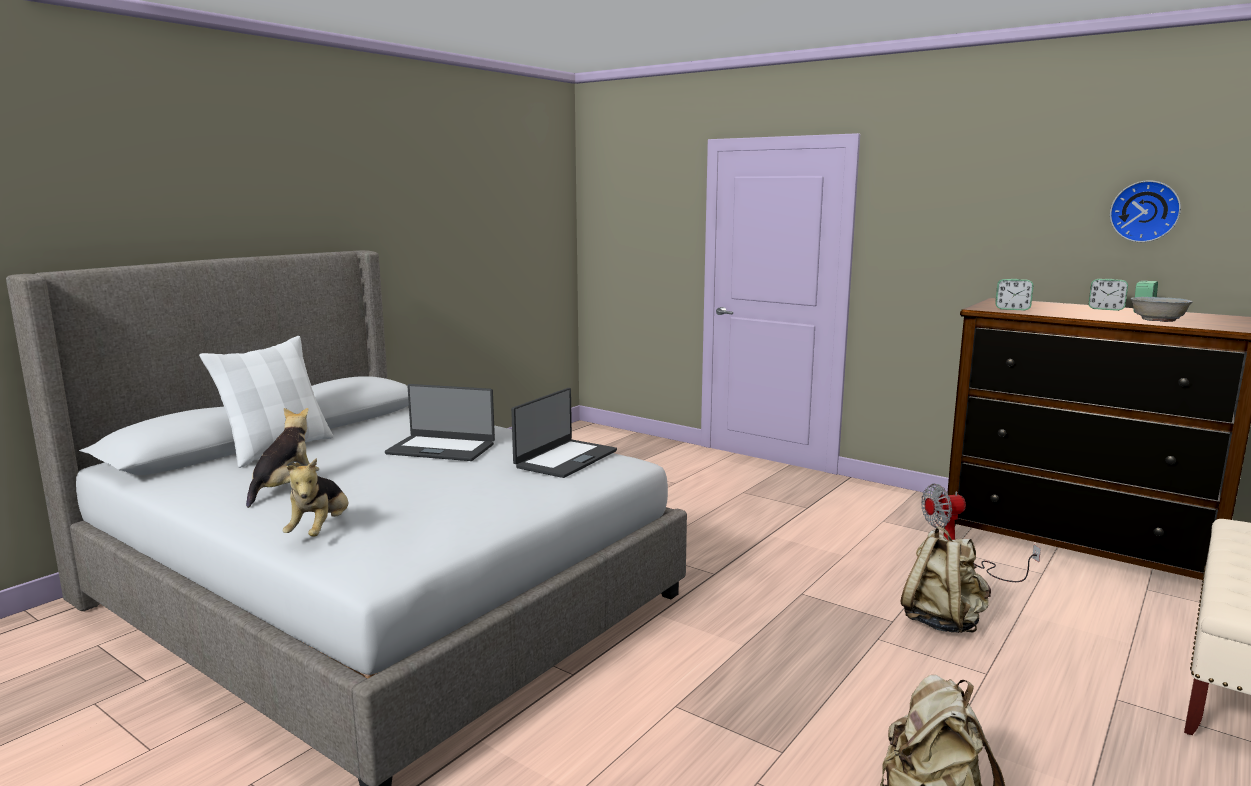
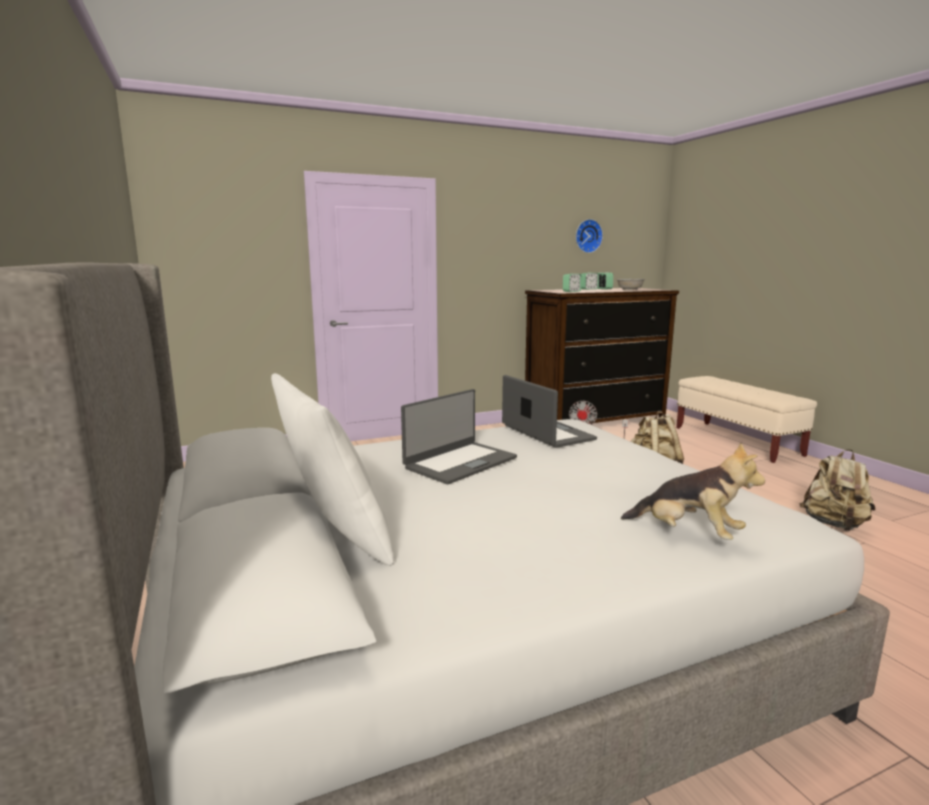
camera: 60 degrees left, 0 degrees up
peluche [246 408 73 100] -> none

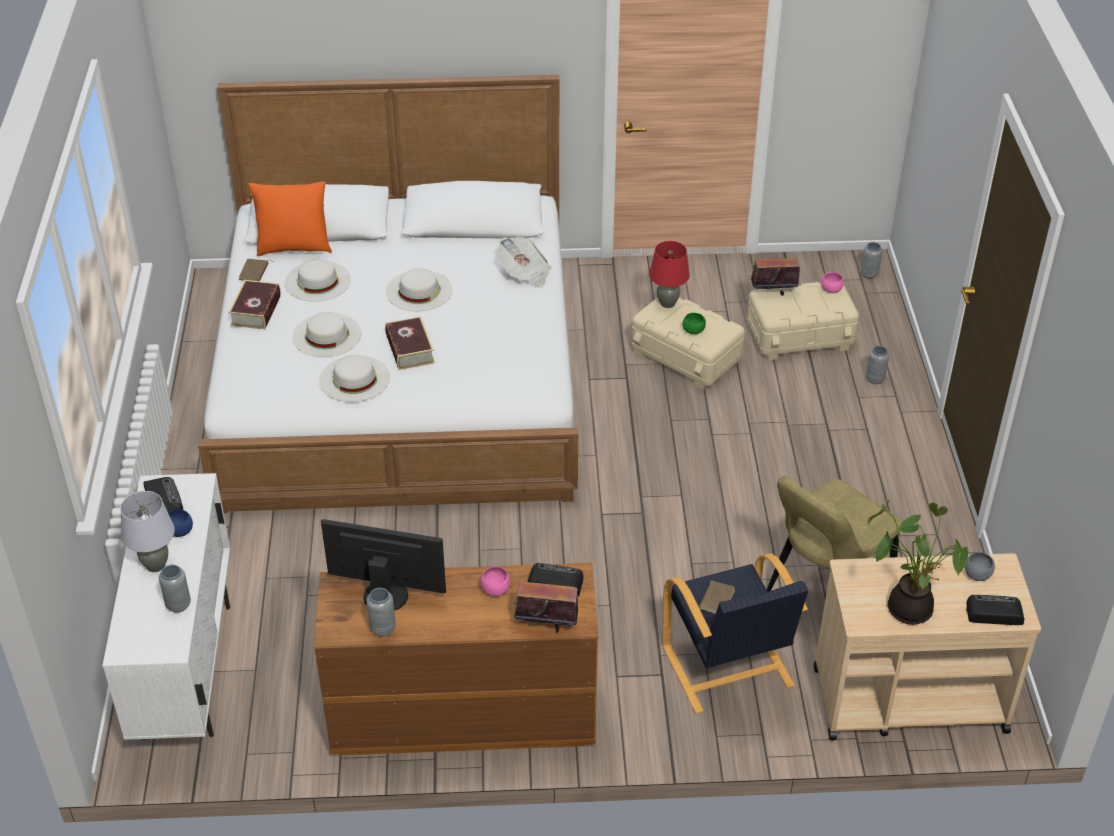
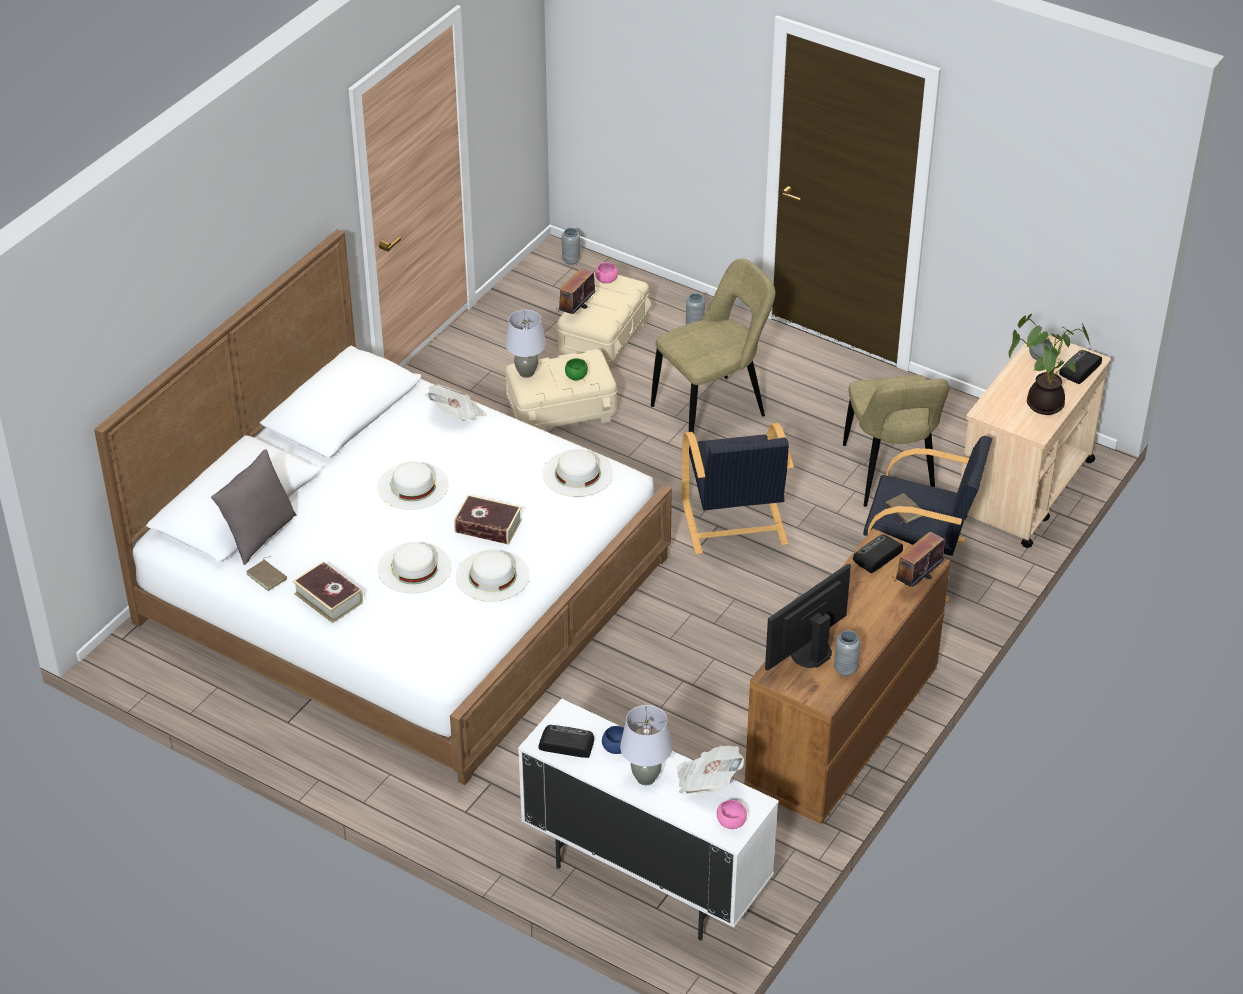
camera: 55 degrees left, 0 degrees up
none -> chaise/beige [651 258 125 175]
none -> fauteuil/noir [682 423 112 131]
chapeau/blanc [285 259 66 43] -> chapeau/blanc [542 449 71 48], moved
bol/rose [480 566 30 30] -> bol/rose [717 800 30 29], moved
vase/gris [159 565 32 48] -> journal [677 746 67 48]
coussin/orange [248 181 84 75] -> coussin/gris [211 449 85 116]
lampe de table/rouge [649 241 41 67] -> lampe de table/gris [505 310 41 68]

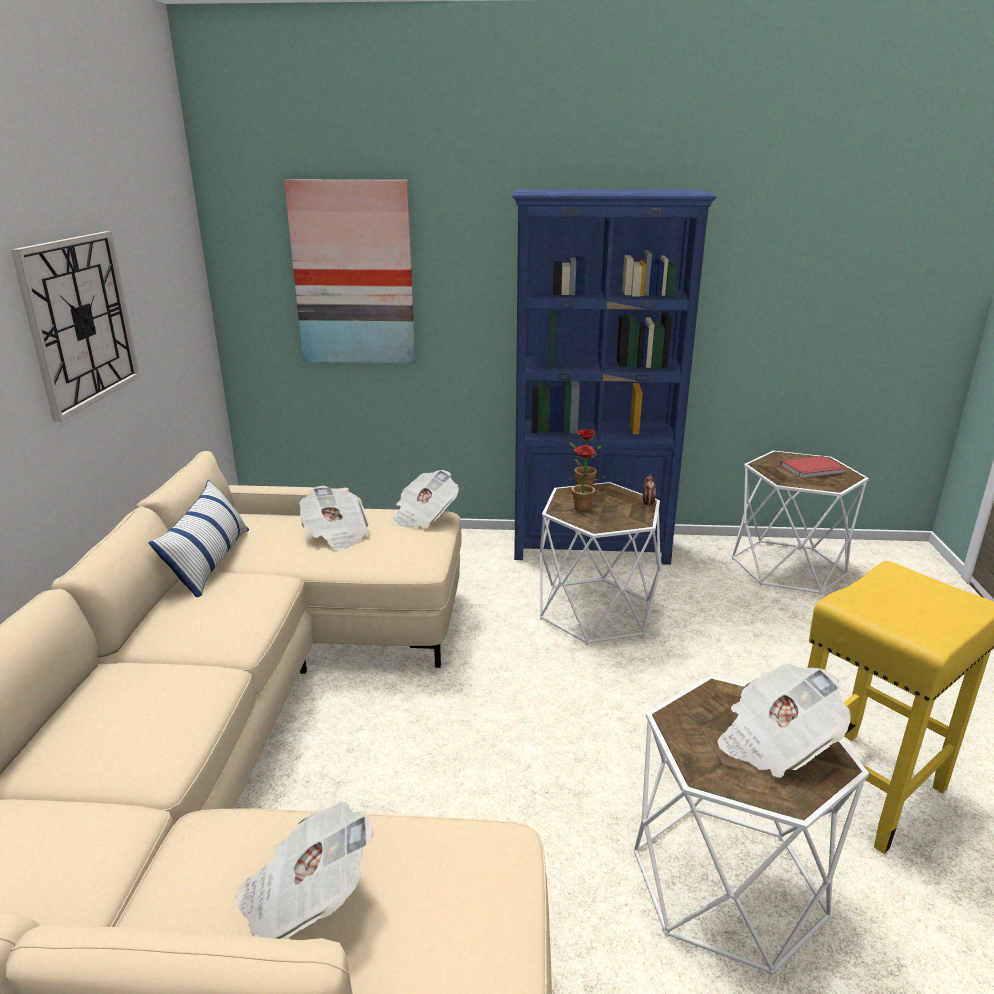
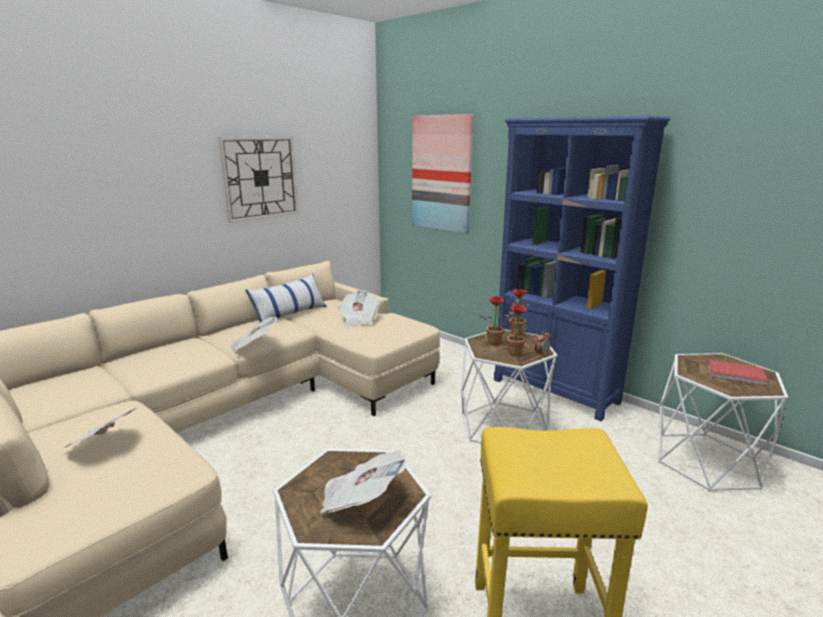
camera: 40 degrees right, 5 degrees down
none -> plante en pot [505 304 22 52]
journal [392 470 67 58] -> journal [230 317 47 35], moved

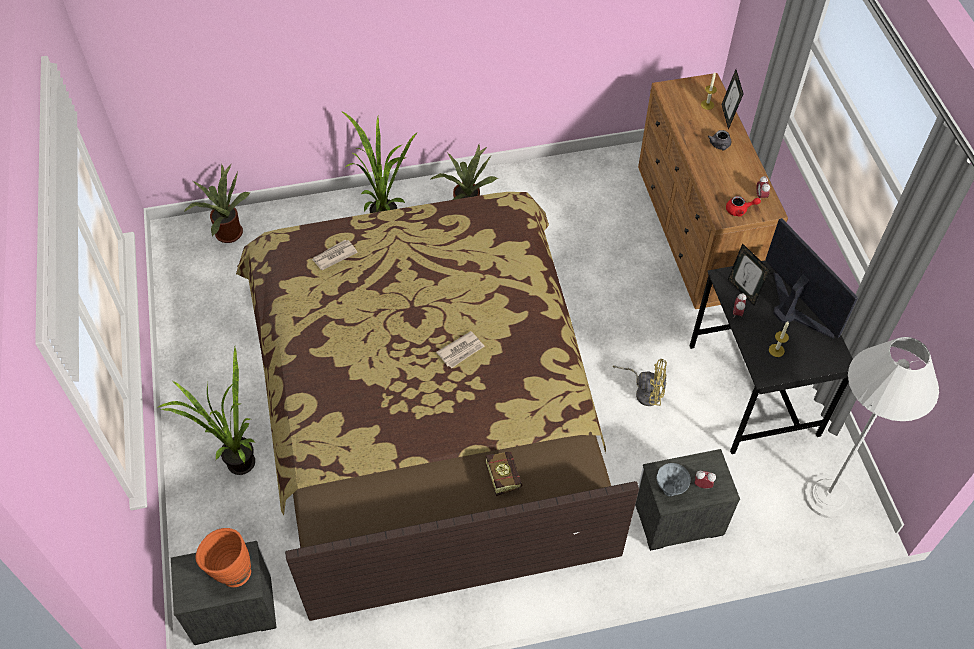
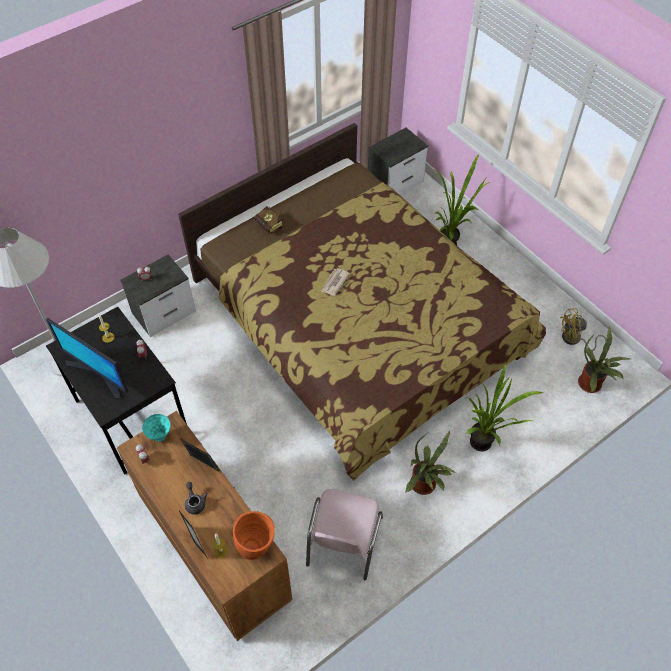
camera: 155 degrees right, 0 degrees up
journal [312 239 46 31] -> none
vase/gris [657 463 34 34] -> none
none -> chaise/rose [306 489 77 91]
vase/orange [196 528 55 59] -> vase/orange [233 511 42 49], moved
ventilateur/jaune [613 359 54 47] -> ventilateur/jaune [560 308 46 43], moved
cadre photo [728 243 42 62] -> cadre photo [180 438 39 34], moved
théière/rouge [726 196 35 20] -> vase/turquoise [142 414 29 28]

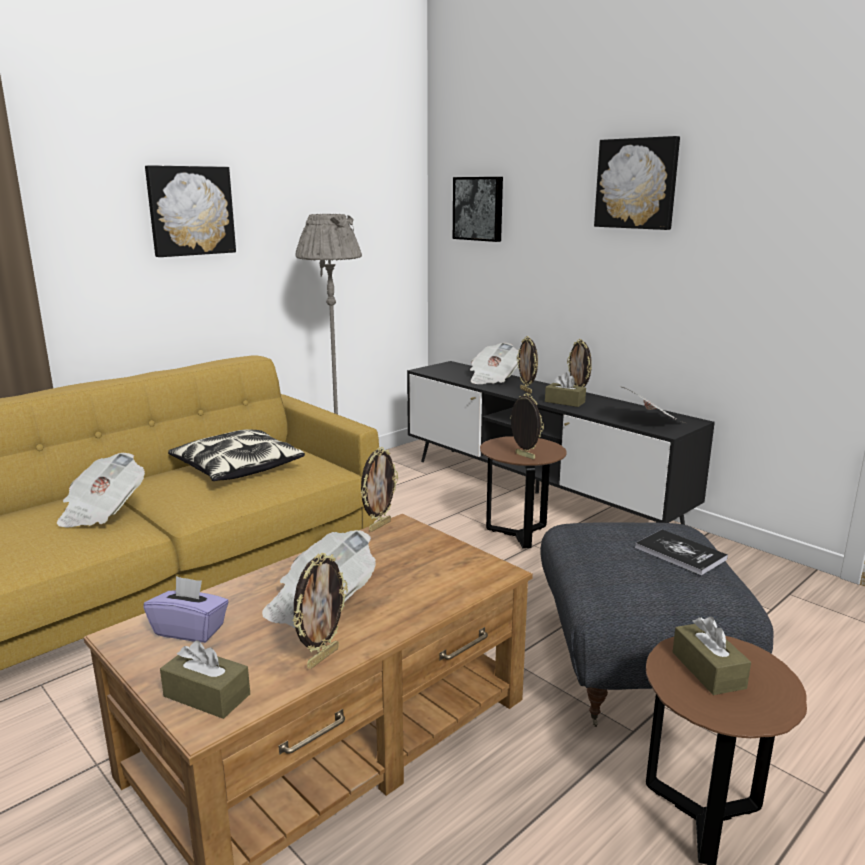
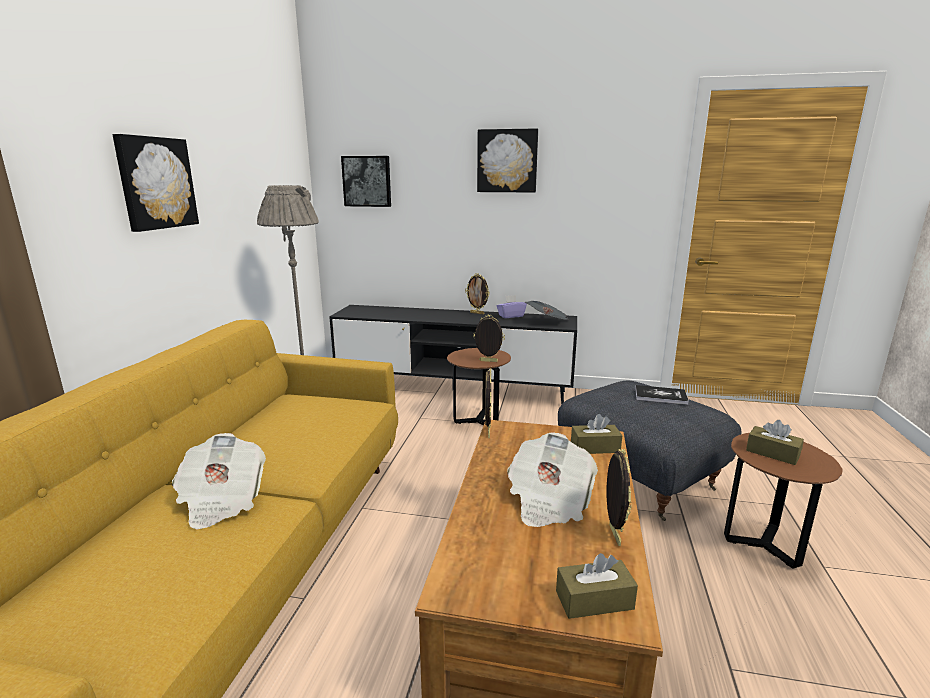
camera: 35 degrees left, 0 degrees up
coussin [168 429 137 52] -> none
journal [470 343 49 41] -> none
cadre photo [517 336 21 58] -> none
boîte à mouchoirs/violet [143 576 86 67] -> boîte à mouchoirs/violet [497 295 30 23], moved
boîte à mouchoirs/marron [545 373 41 34] -> boîte à mouchoirs/marron [571 414 51 40], moved

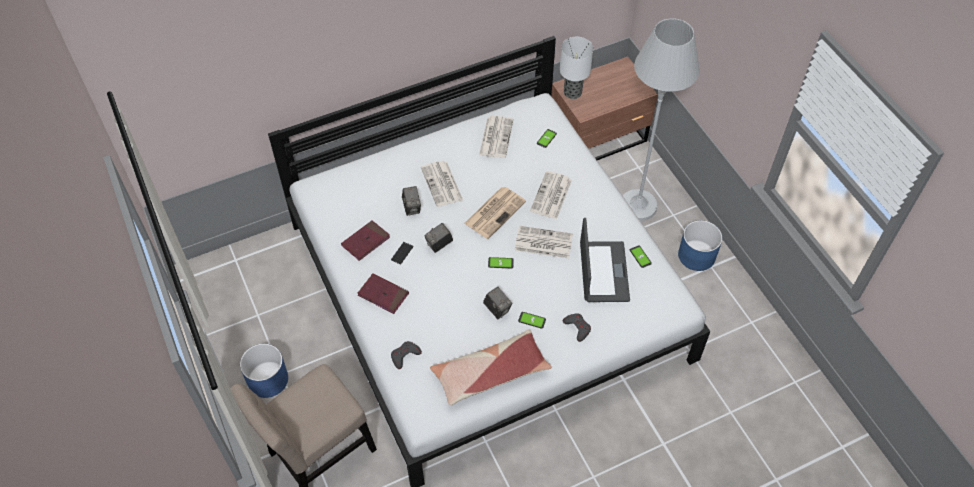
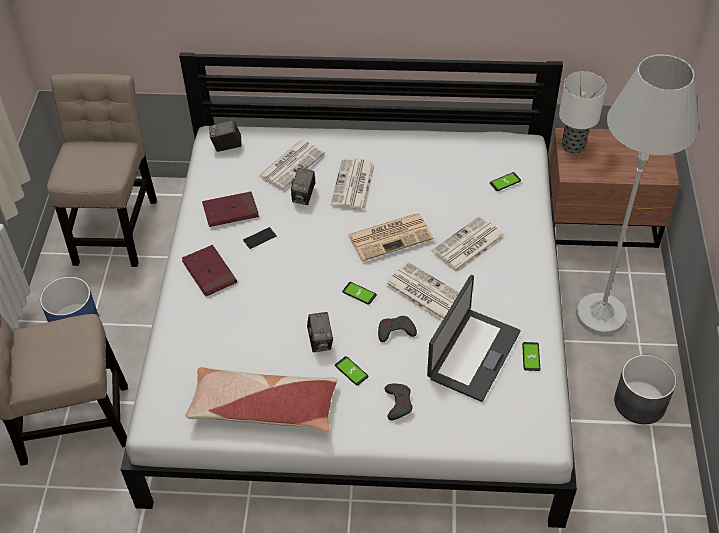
camera: 30 degrees right, 5 degrees down
none -> chaise/beige [47 73 110 194]
manette/gris [391 341 31 28] -> manette/gris [378 316 39 26], moved
appareil photo [424 223 29 30] -> appareil photo [209 120 33 32], moved
journal [479 116 34 42] -> journal [258 140 67 50], moved
cache-pot/bleu [678 220 44 51] -> cache-pot/gris [614 355 63 69]

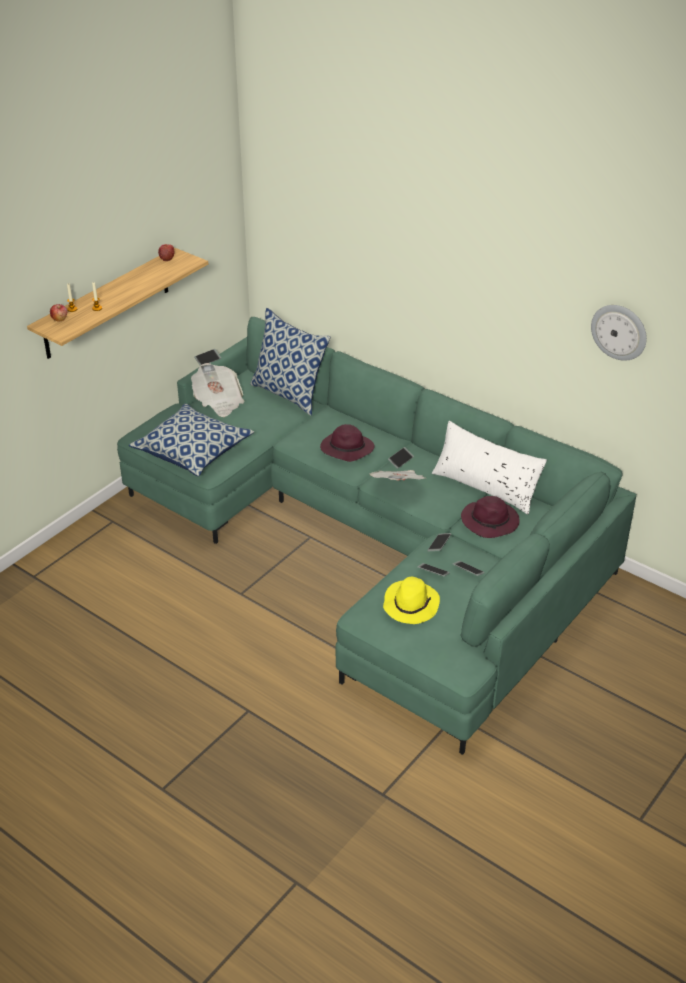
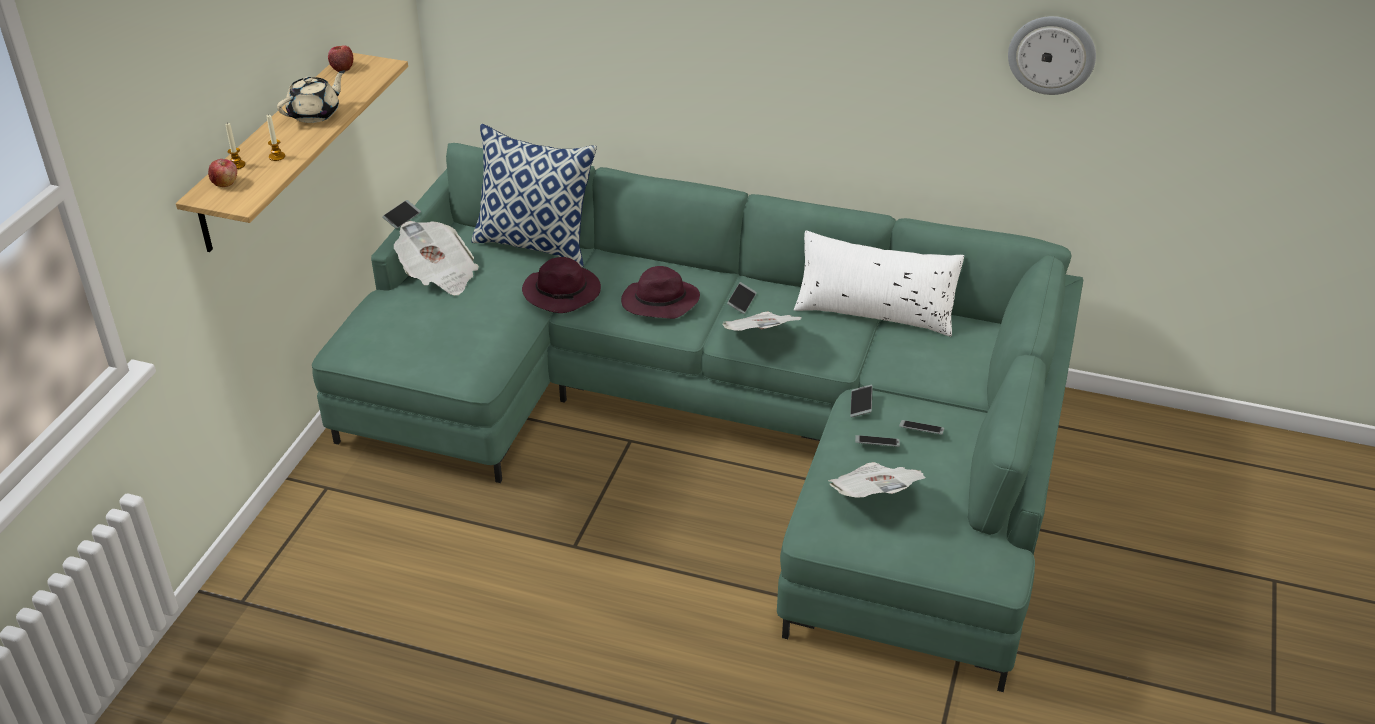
camera: 20 degrees left, 0 degrees up
coussin [129 403 125 73] -> none
none -> théière/beige [277 70 68 53]
chapeau/violet [461 496 59 42] -> chapeau/violet [522 257 79 56], moved
chapeau/jaune [383 577 57 47] -> journal [828 462 98 36]

